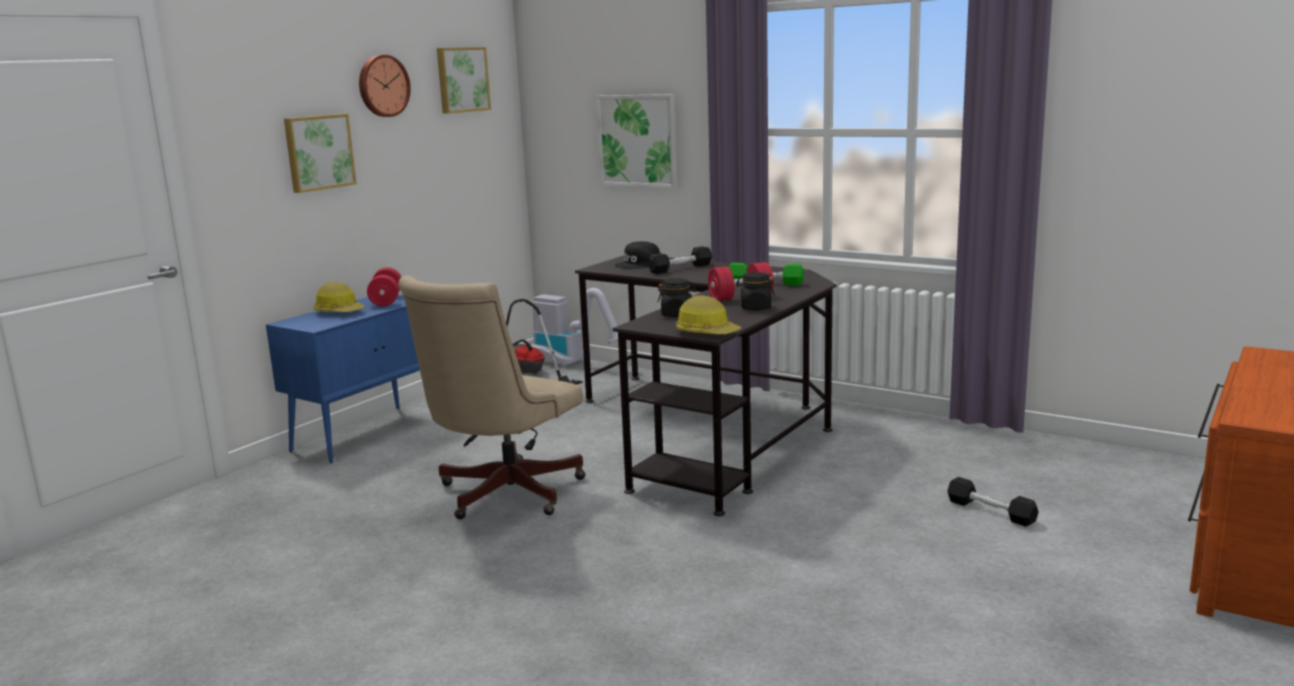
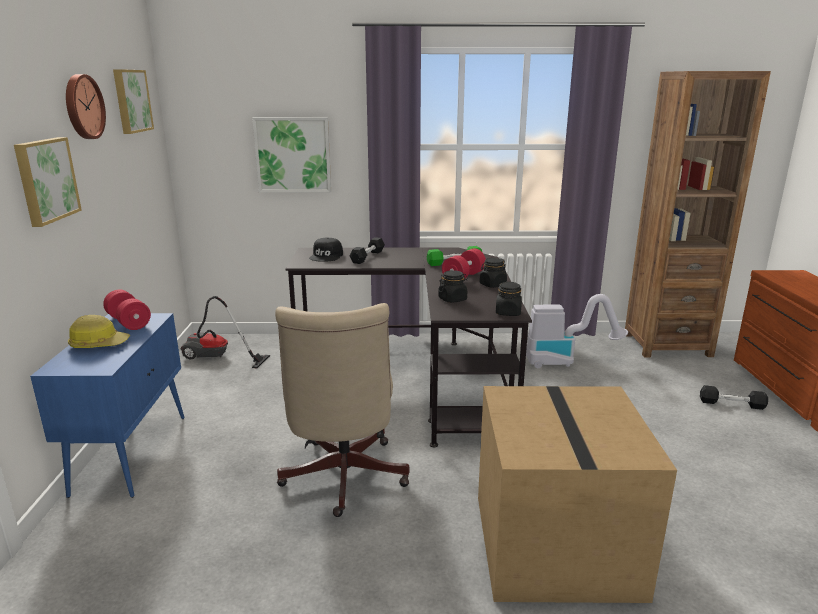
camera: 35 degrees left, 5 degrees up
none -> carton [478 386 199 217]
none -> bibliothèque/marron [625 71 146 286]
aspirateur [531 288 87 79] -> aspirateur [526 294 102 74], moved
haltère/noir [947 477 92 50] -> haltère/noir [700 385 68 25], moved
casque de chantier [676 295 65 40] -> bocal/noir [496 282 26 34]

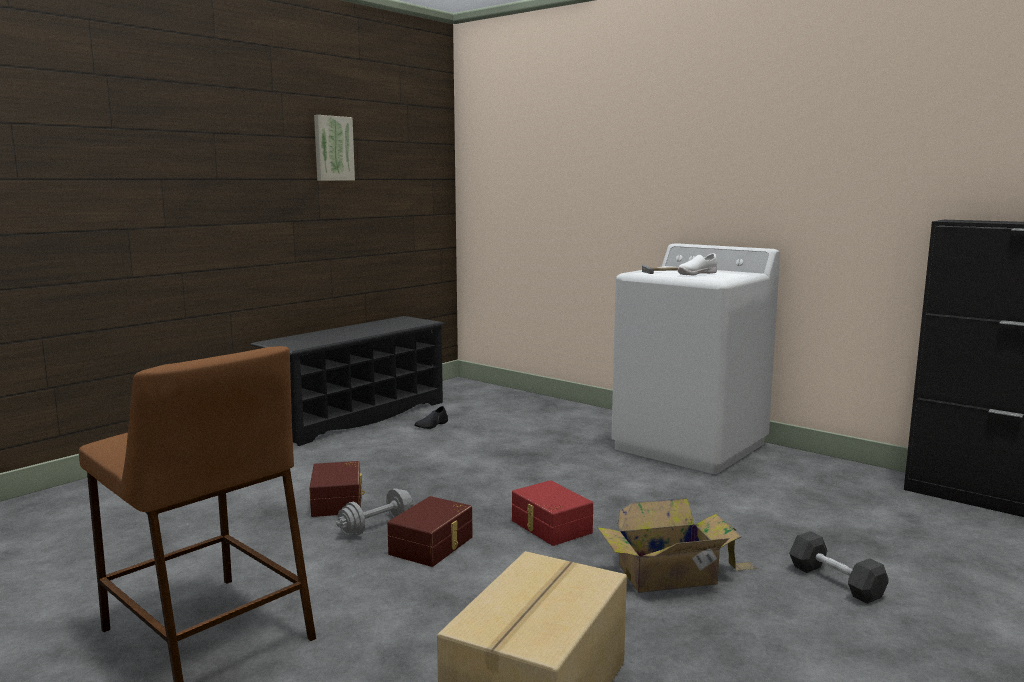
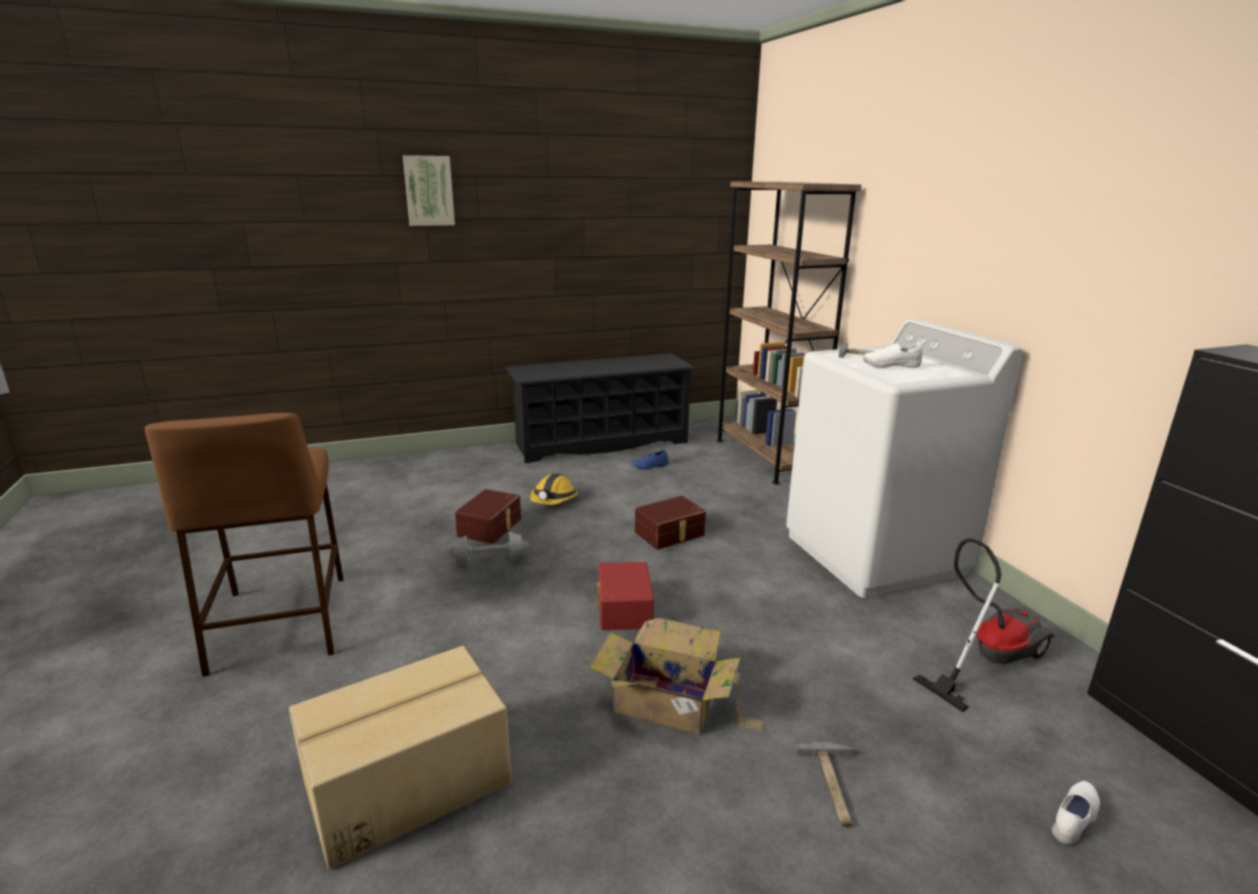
camera: 30 degrees right, 10 degrees up
none -> casque de chantier [530 474 48 31]
none -> bibliothèque/marron [717 182 144 303]
none -> aspirateur [912 538 142 174]
none -> chaussure/blanc [1052 781 48 64]
tableau [314 115 41 66] -> tableau [403 155 52 71], moved
boîte de rangement/marron [387 496 86 71] -> boîte de rangement/marron [635 496 71 54], moved
haltère/noir [789 531 100 73] -> marteau [795 742 59 85]
chaussure/noir [414 406 34 23] -> chaussure/bleu [631 450 38 20]

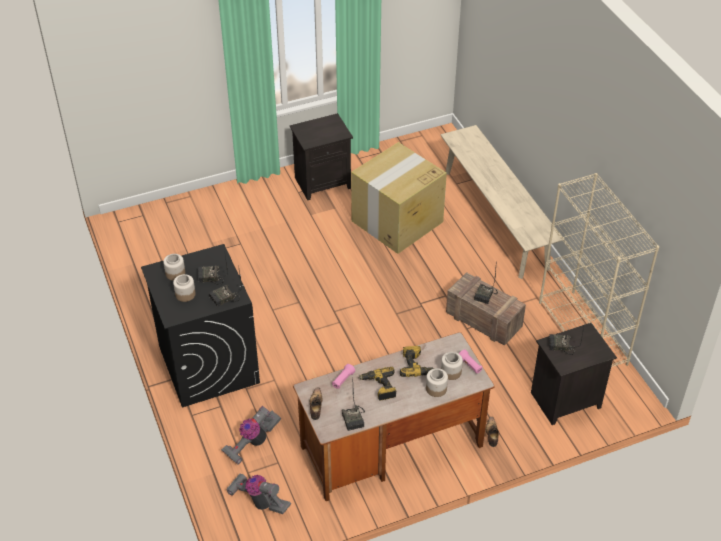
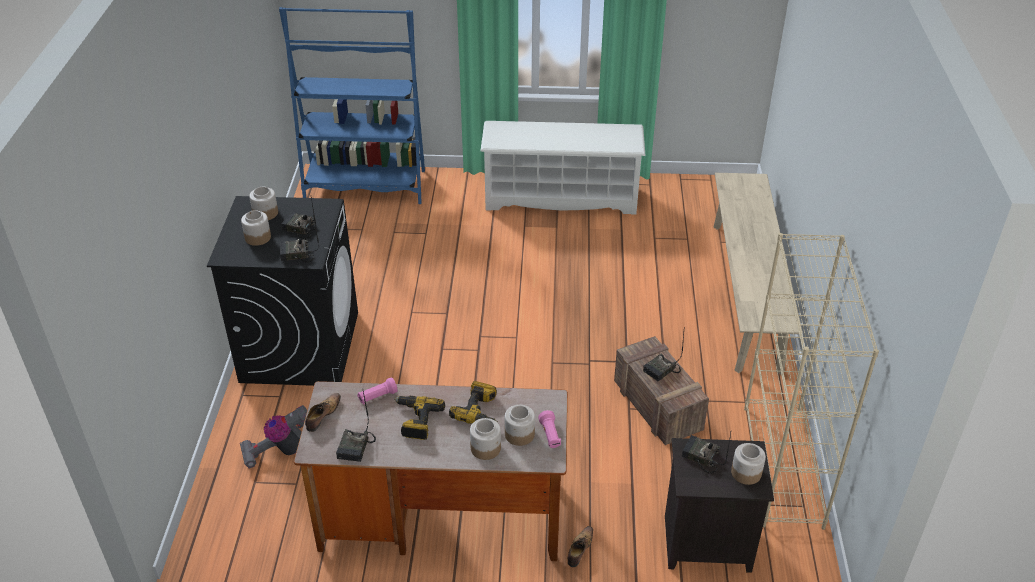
camera: 25 degrees right, 5 degrees down
aspirateur [226 474 65 40] -> none
carton [351 142 96 112] -> none
none -> bibliothèque/bleu [279 7 146 197]
none -> bocal [731 443 35 42]
table de chevet/noir [290 113 63 87] -> étagère à chaussures/blanc [480 121 166 94]

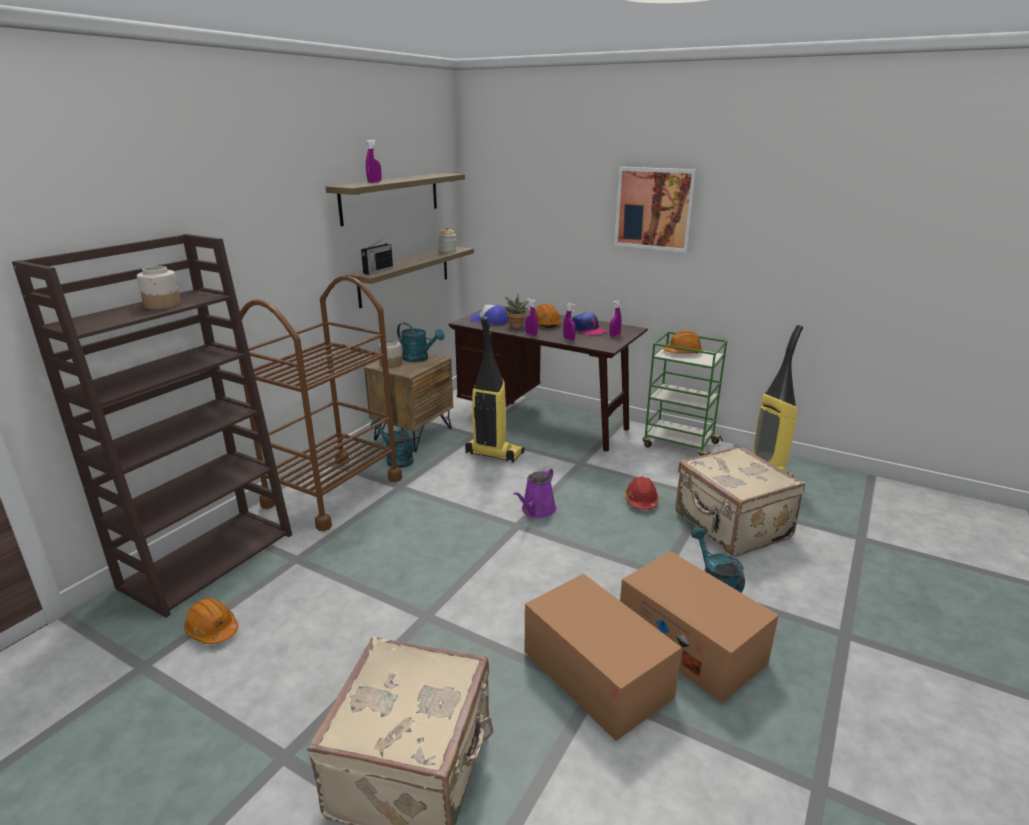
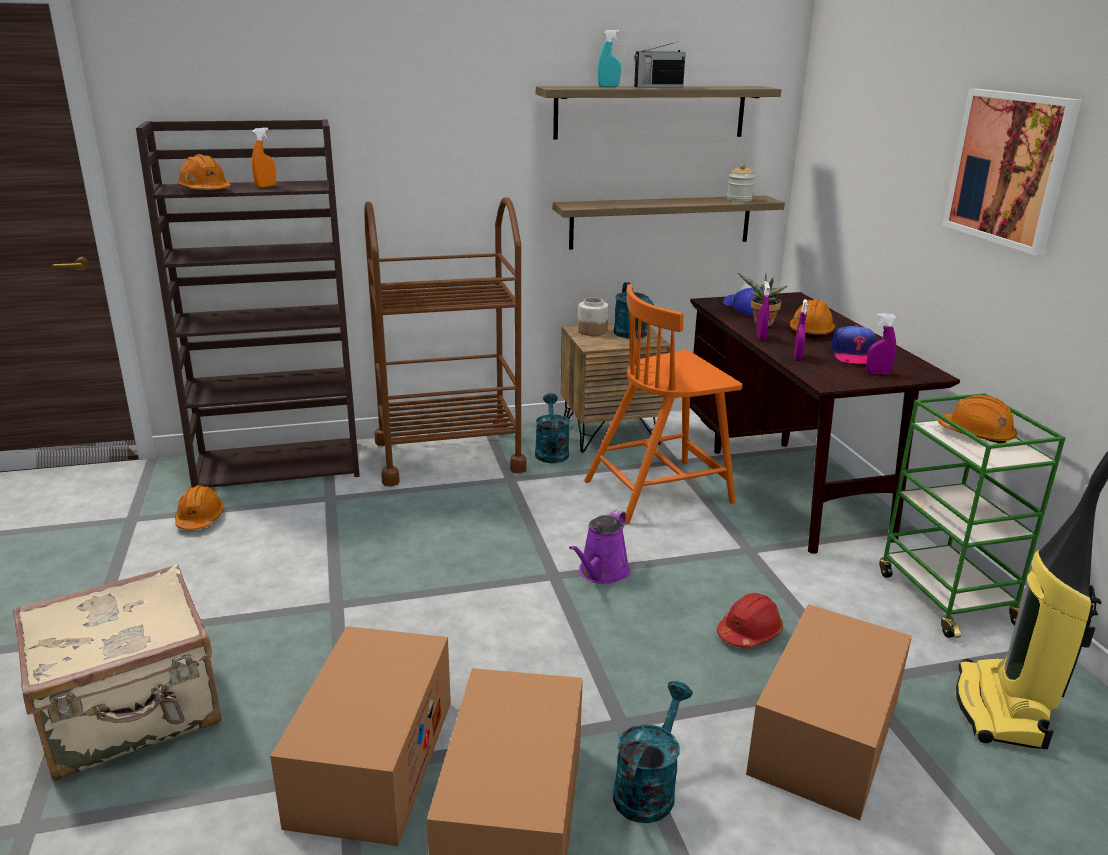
camera: 45 degrees right, 0 degrees up
none -> casque de chantier/orange [177 154 54 36]
radio [361 239 32 36] -> radio [634 42 52 46], moved
bocal [137 266 44 43] -> vaporisateur/orange [252 127 24 61]
aspirateur [465 317 60 146] -> chaise/orange [584 284 159 241]
valise/beige [675 446 130 111] -> carton [746 604 166 216]
vaporisateur/violet [366 140 16 43] -> vaporisateur/turquoise [598 30 23 57]
arrosoir/violet [513 468 44 50] -> arrosoir/violet [569 510 61 74], 45 degrees counterclockwise

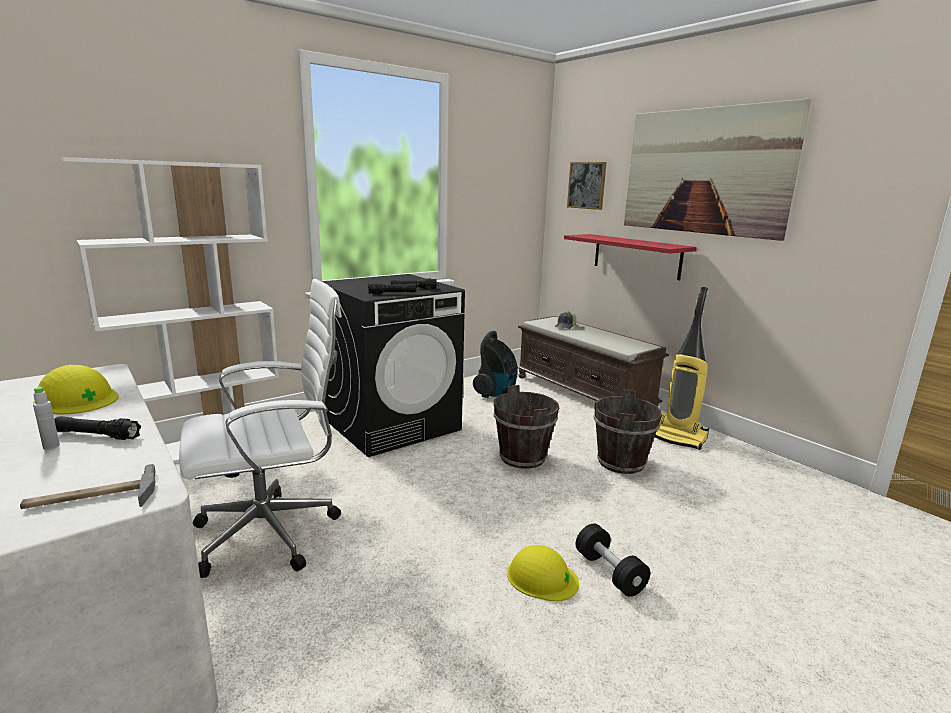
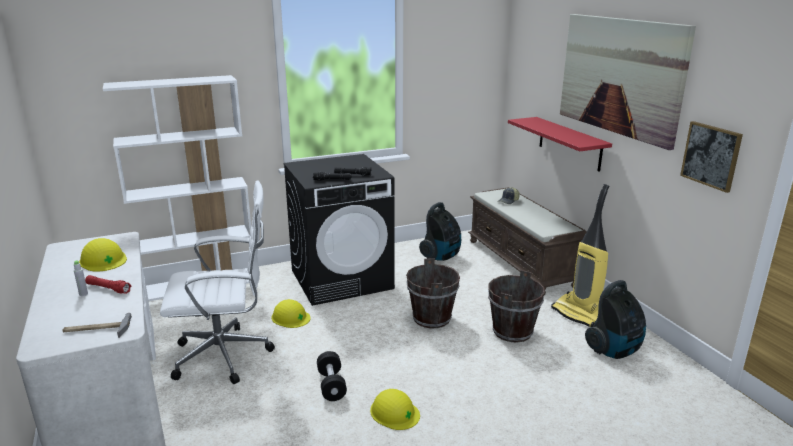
camera: 15 degrees right, 5 degrees up
none -> casque de chantier/jaune [271 299 40 29]
none -> aspirateur [585 280 61 79]
tableau [567 162 40 48] -> tableau [680 121 63 72], moved
haltère/noir [576 524 74 73] -> haltère/noir [317 351 30 50], moved
lampe de poche/noir [54 416 87 24] -> lampe de poche/rouge [85 275 46 19]

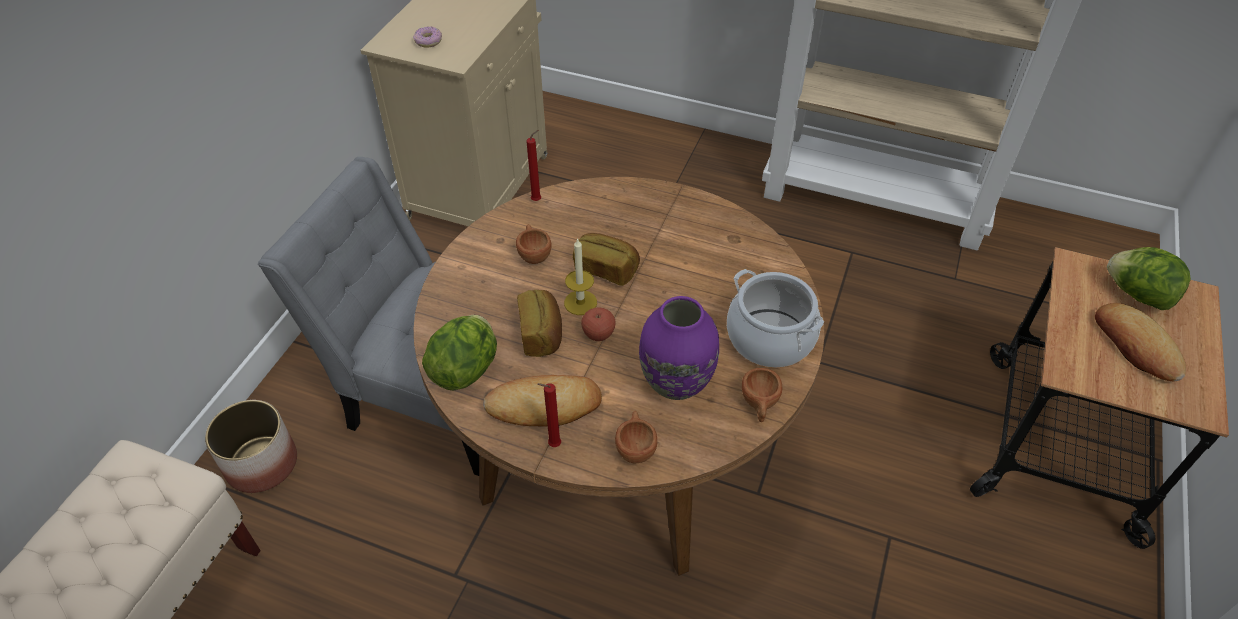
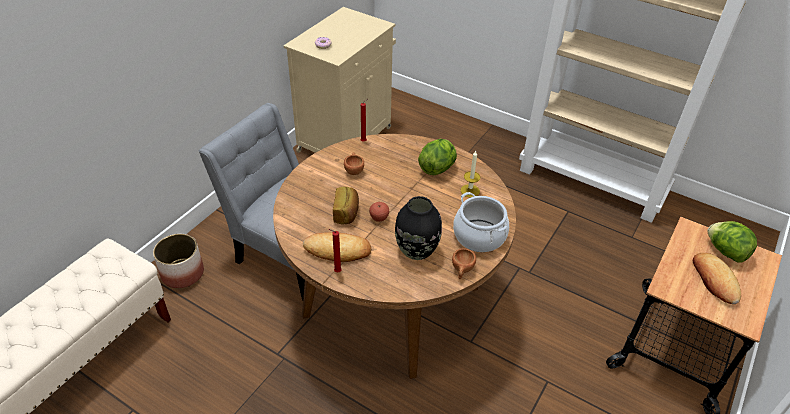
camera: 10 degrees right, 5 degrees down
pain [573 233 67 53] -> none
tasse/marron [615 411 42 52] -> none
laitue [422 315 75 76] -> laitue [418 139 39 36], moved
bougie [564 238 33 77] -> bougie [461 151 19 46], moved
vase/violet [639 296 80 104] -> vase/noir [395 196 47 64]

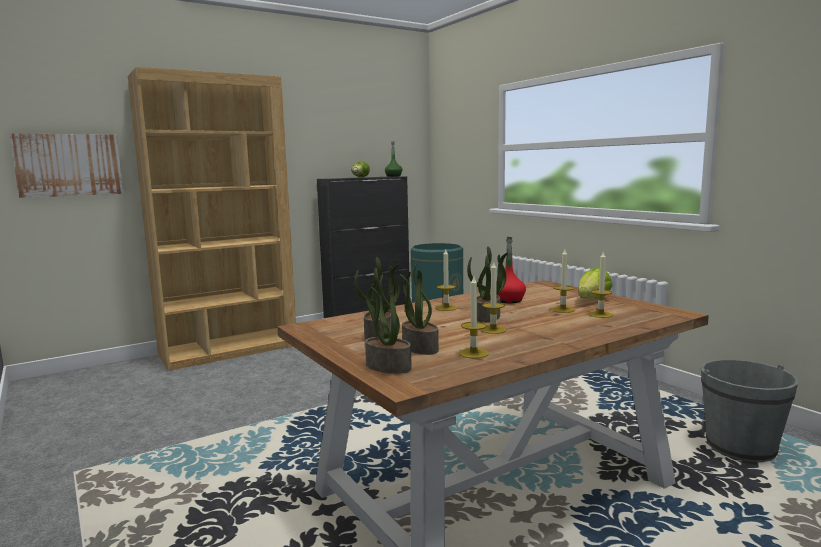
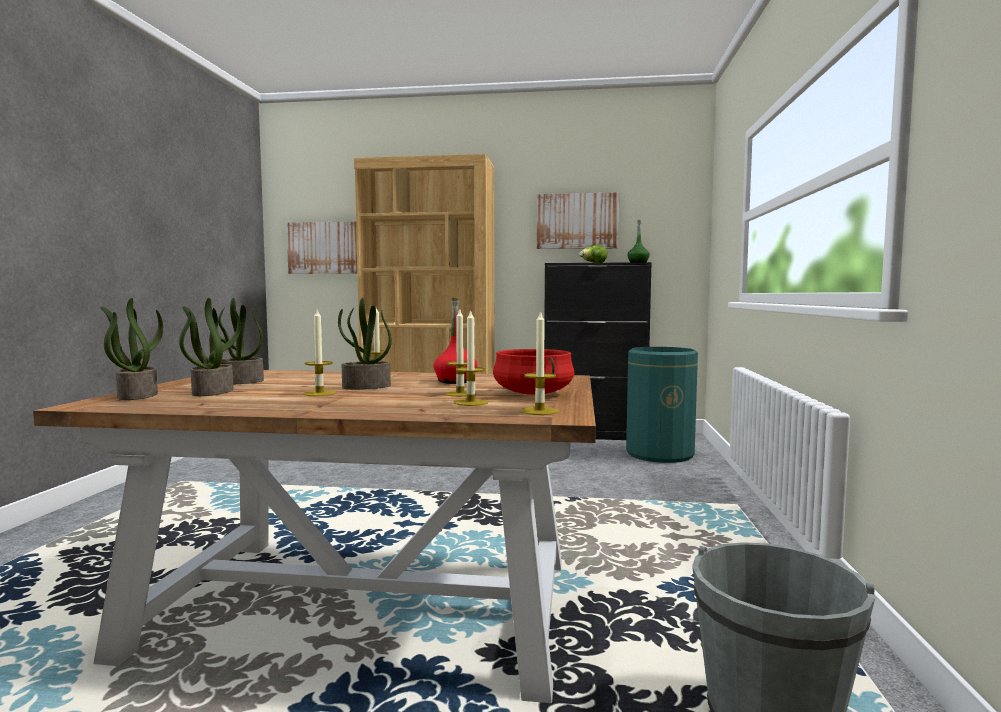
camera: 40 degrees right, 5 degrees down
none -> tableau [537 192 82 57]
bougie [459 277 30 81] -> bougie [521 310 37 105], moved
laitue [578 267 34 32] -> marmite/rouge [493 349 81 46]

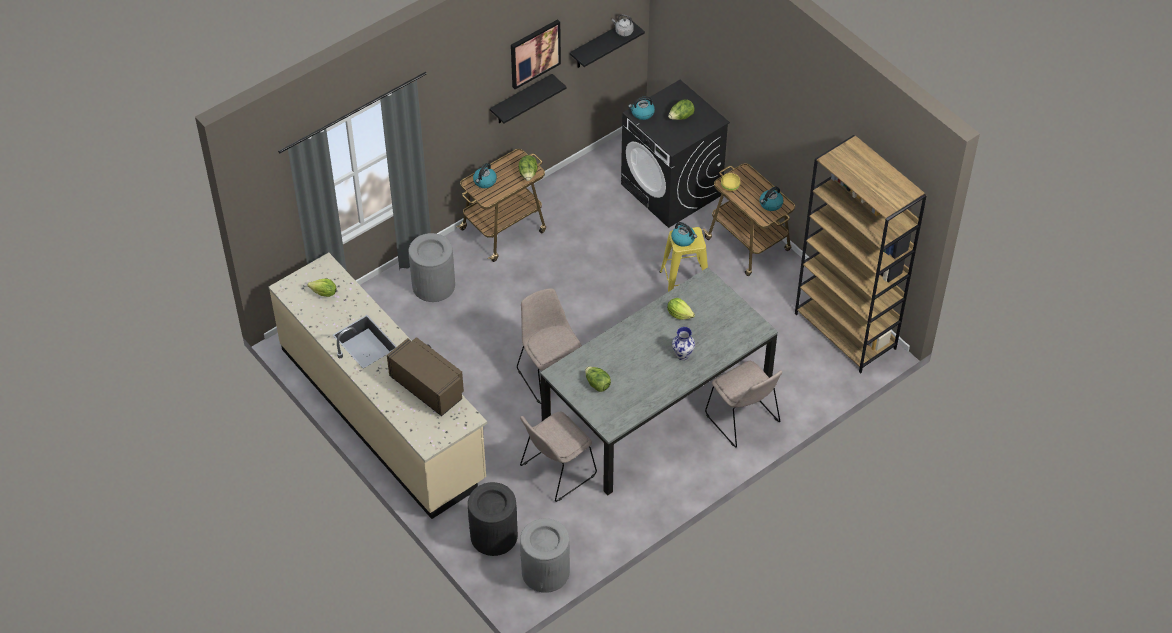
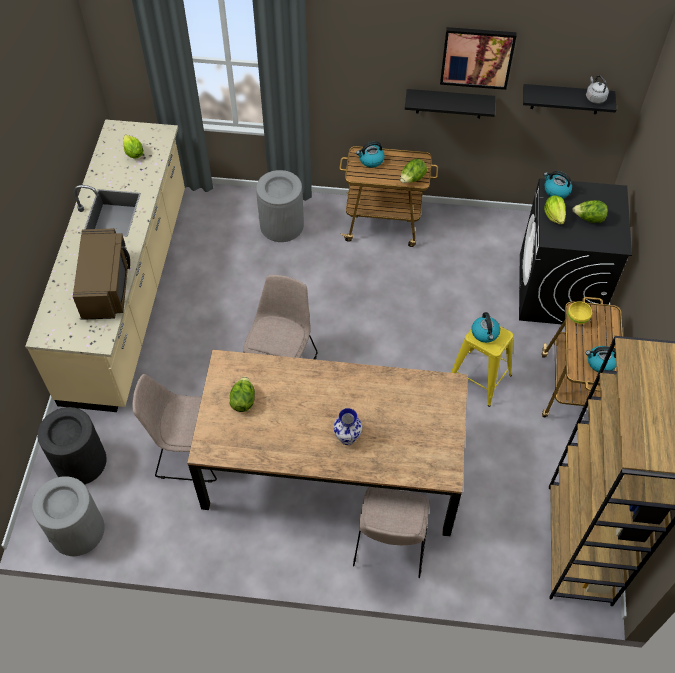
camera: 45 degrees right, 5 degrees up
laitue [667 298 28 22] -> laitue [544 195 22 29], moved
table à manger/gris [540 267 238 229] -> table à manger/marron [187 350 281 186]

